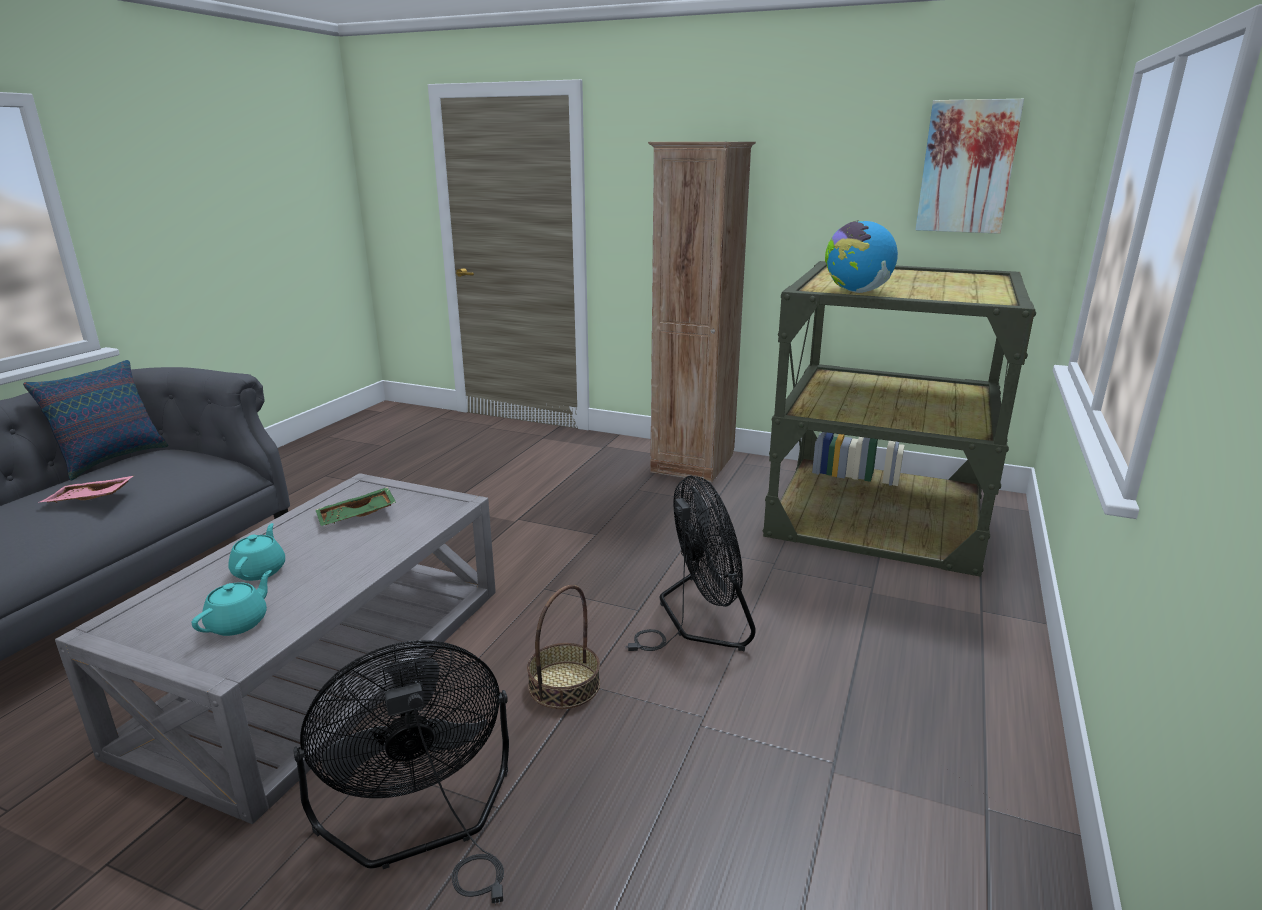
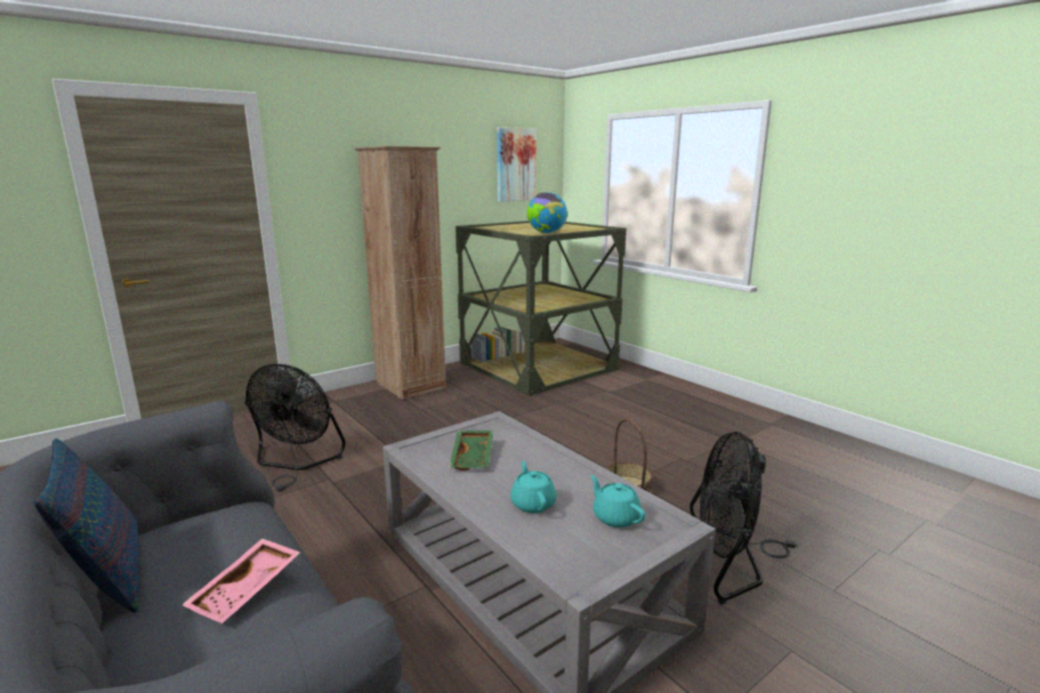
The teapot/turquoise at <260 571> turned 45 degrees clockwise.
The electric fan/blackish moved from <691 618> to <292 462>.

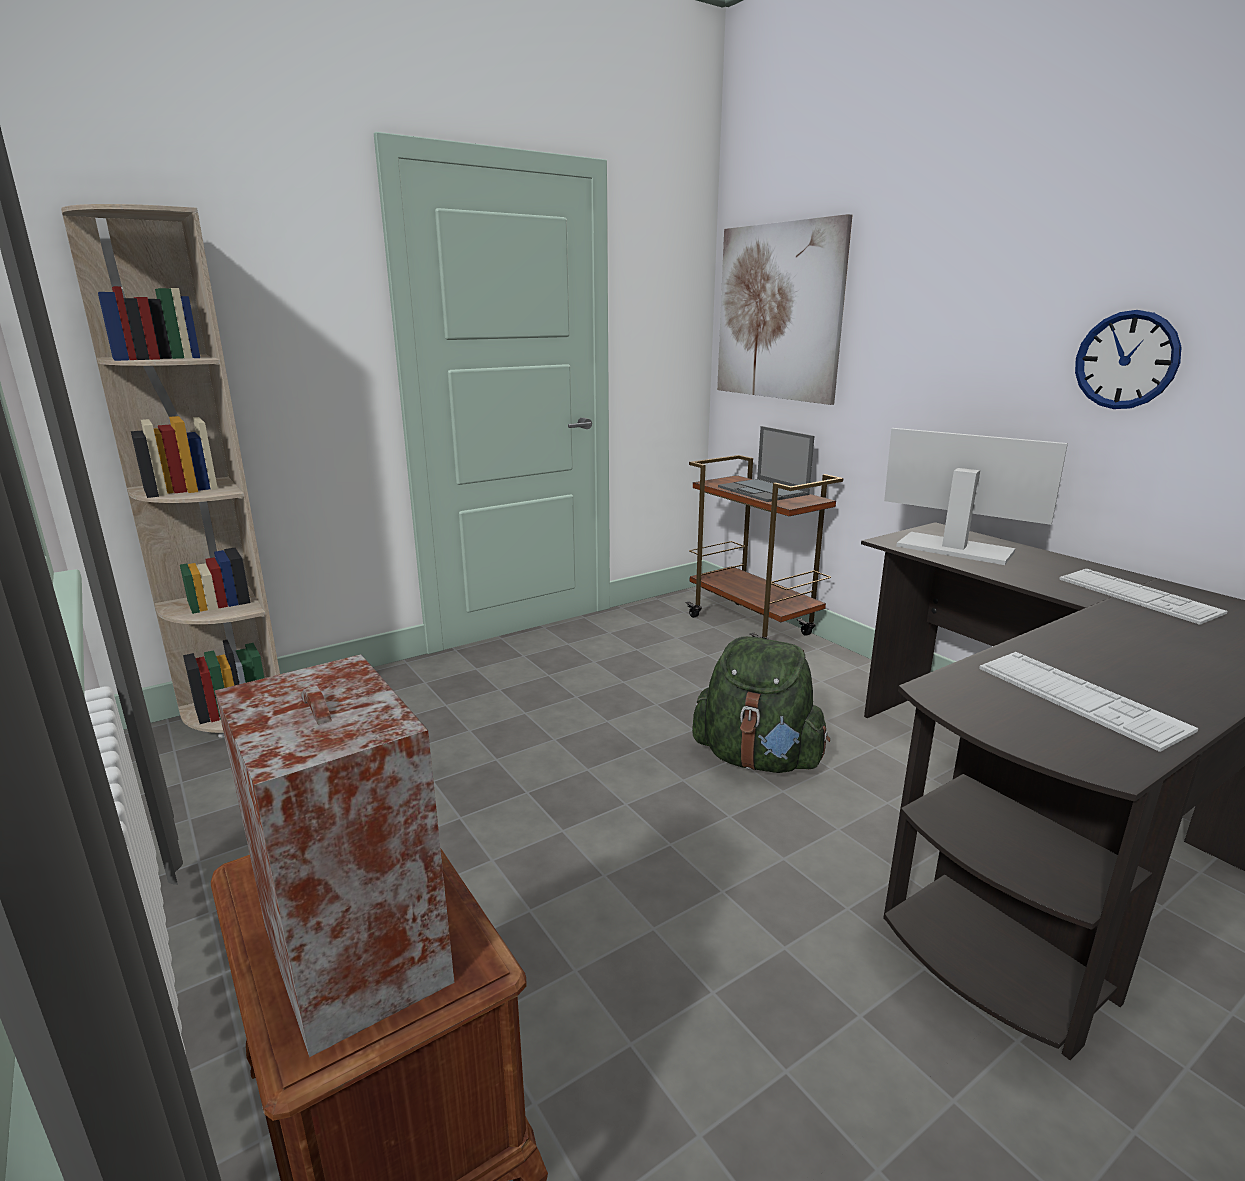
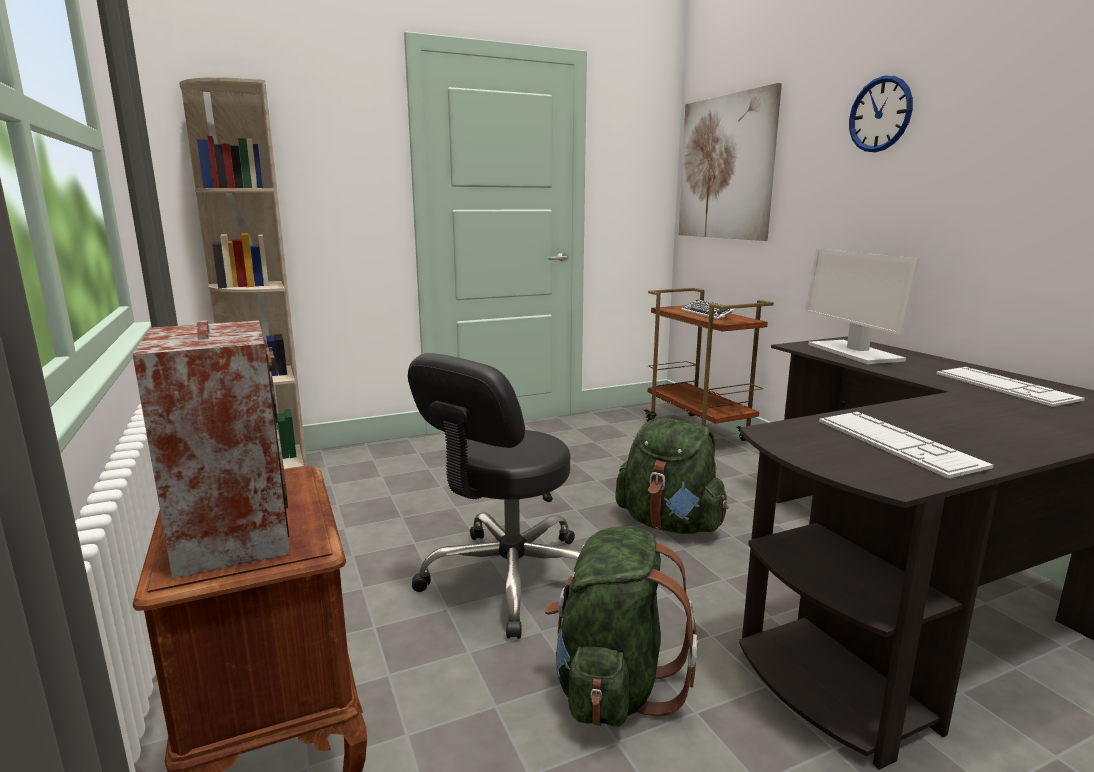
The laptop at <763 491> was replaced by the keyboard at <707 314>.
The computer screen at <956 549> turned 150 degrees counterclockwise.
The wall clock moved from <1126 360> to <880 114>.
The desk chair/blackish at <507 582> appeared.
The backpack/green at <613 686> appeared.

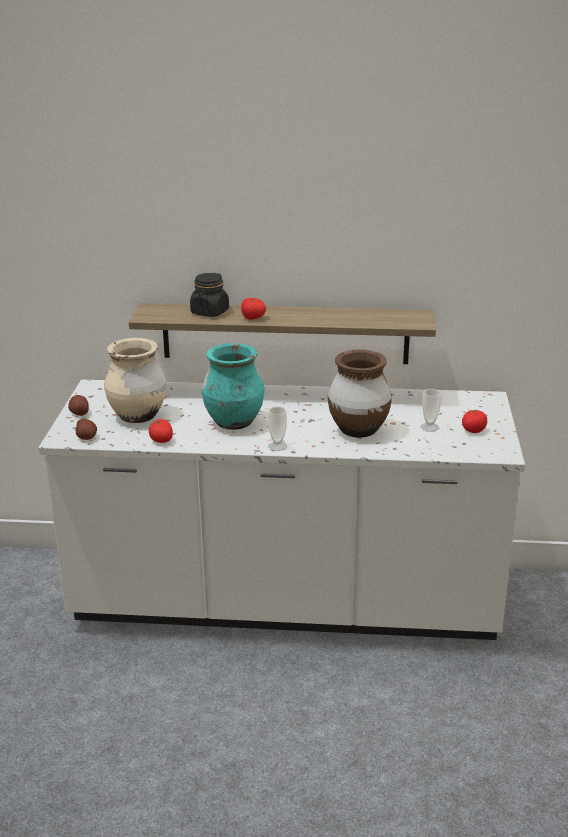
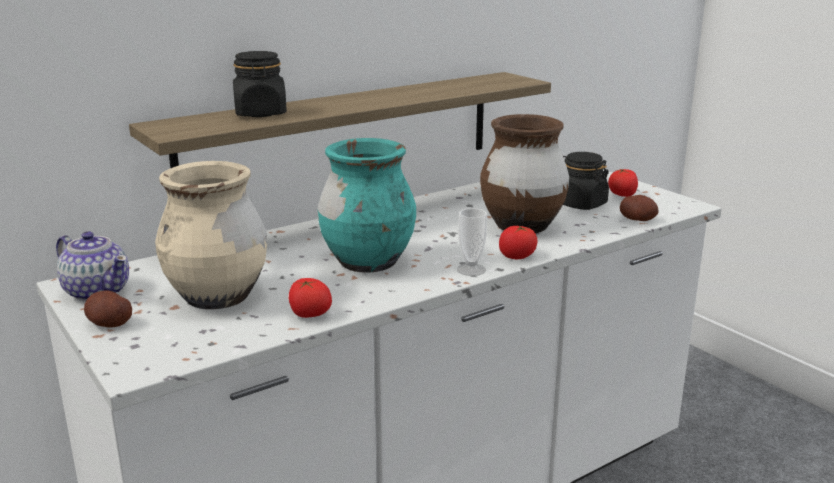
The whole potato moved from <86 437> to <637 219>.
The tomato moved from <253 318> to <517 256>.
The drinking cup at <429 427> was replaced by the jar/blackish at <580 204>.
The teapot at <97 291> appeared.

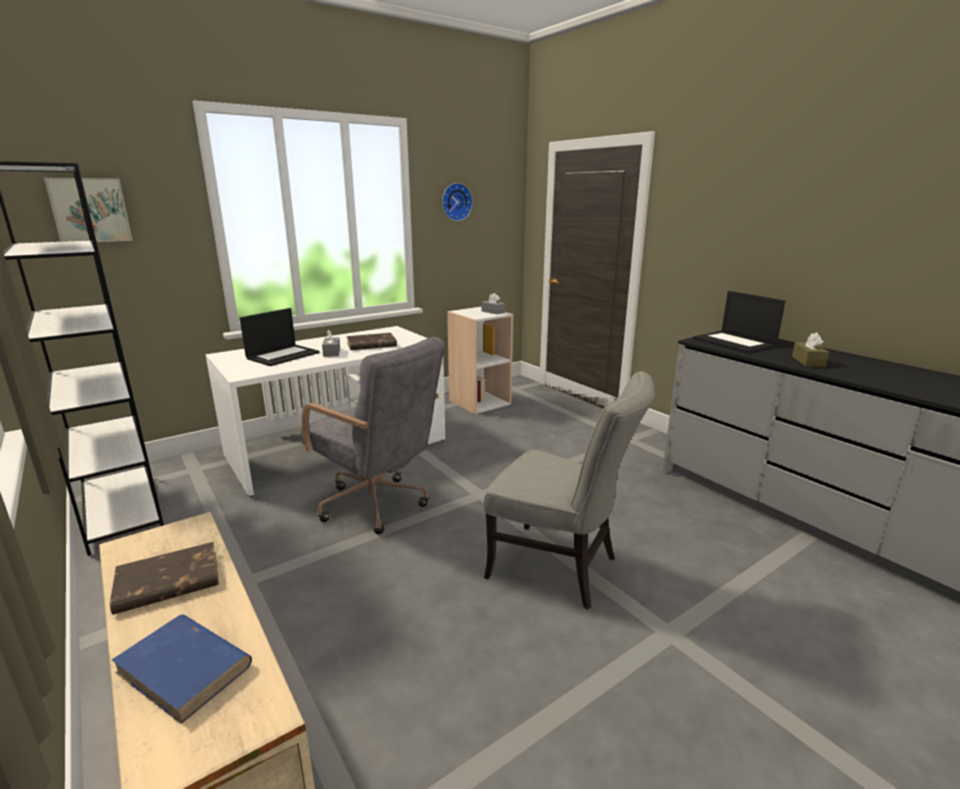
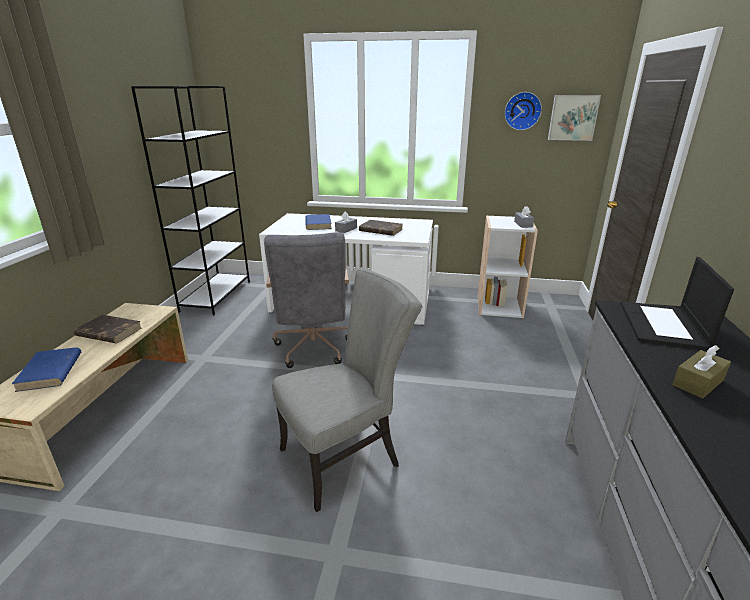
The picture moved from <90 210> to <572 117>.
The laptop at <283 355> was replaced by the book/blue at <318 224>.
The upright chair/grey at <560 568> turned 105 degrees counterclockwise.

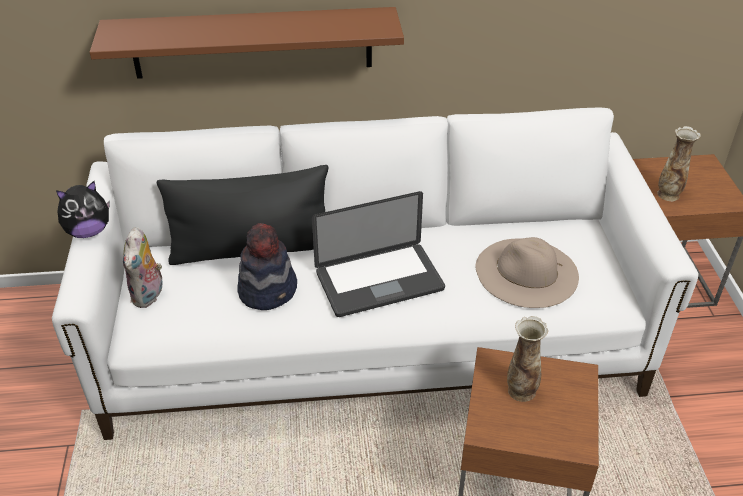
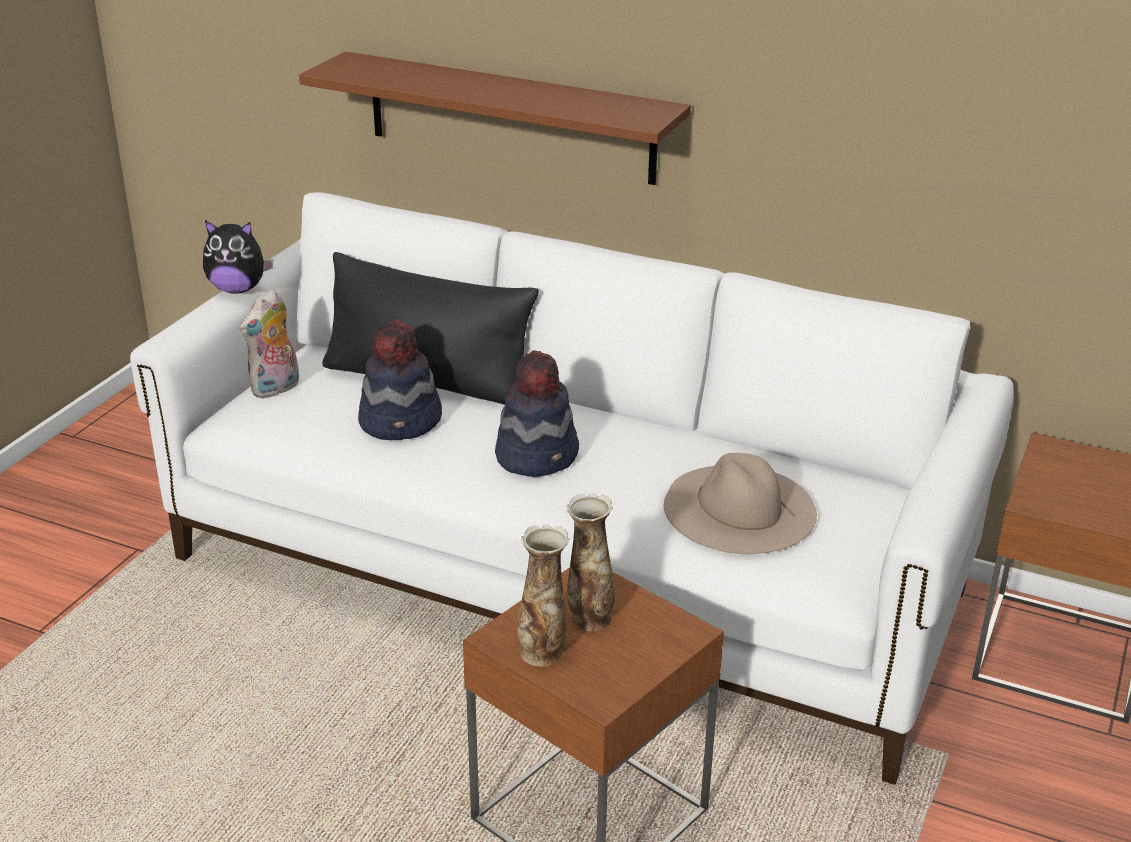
The laptop at <379 281> was replaced by the wearable hat at <538 455>.
The flower vase moved from <668 194> to <542 652>.

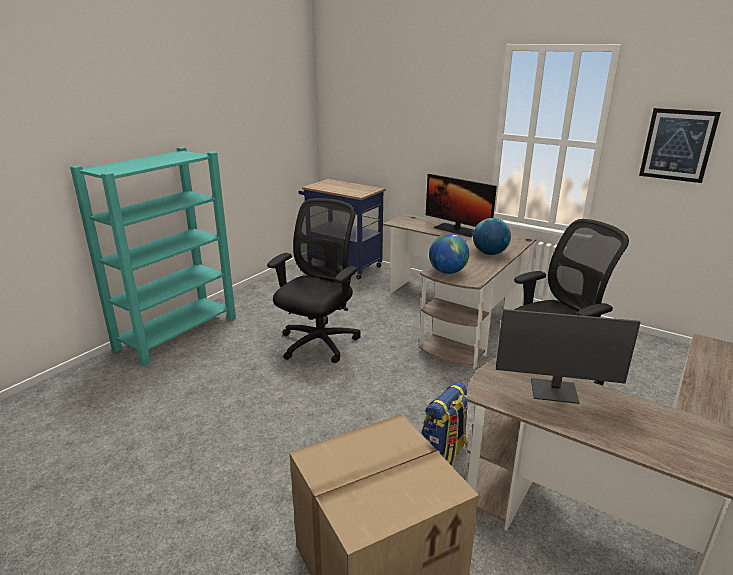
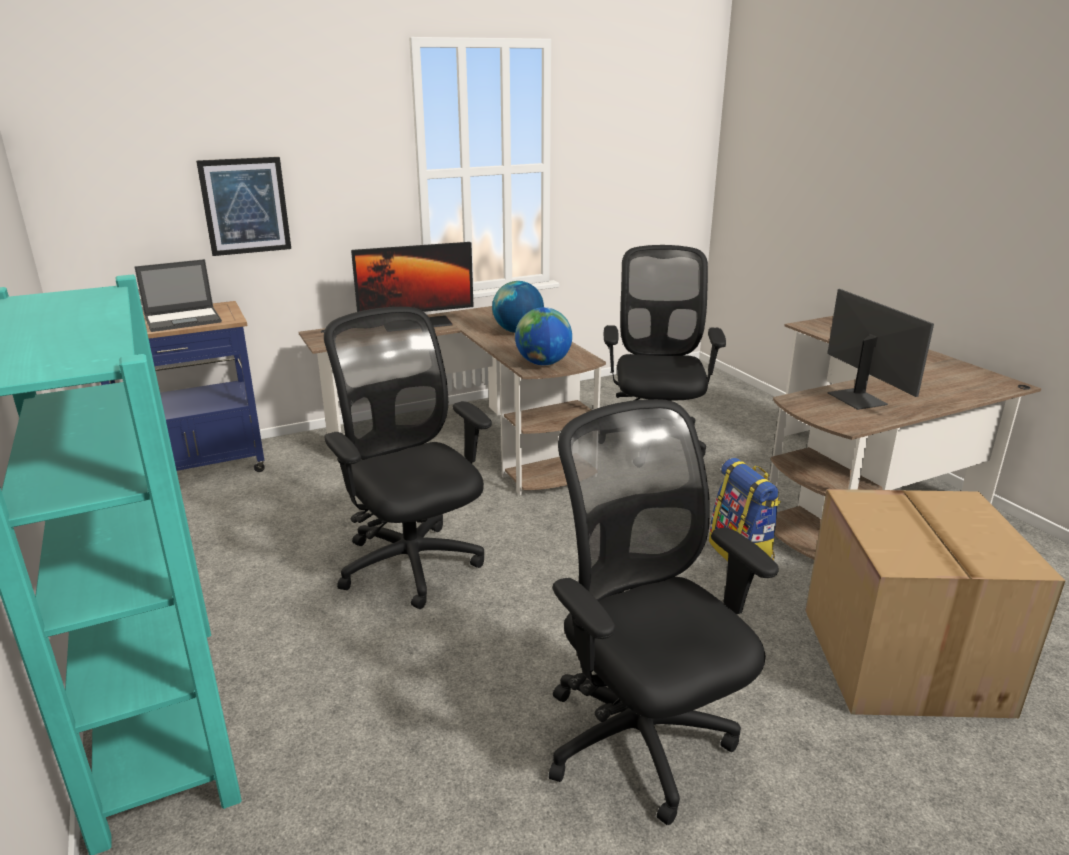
The computer screen at <554 392> turned 60 degrees counterclockwise.
The picture moved from <678 145> to <245 206>.
The laptop at <184 320> appeared.
The desk chair/blackish at <646 746> appeared.

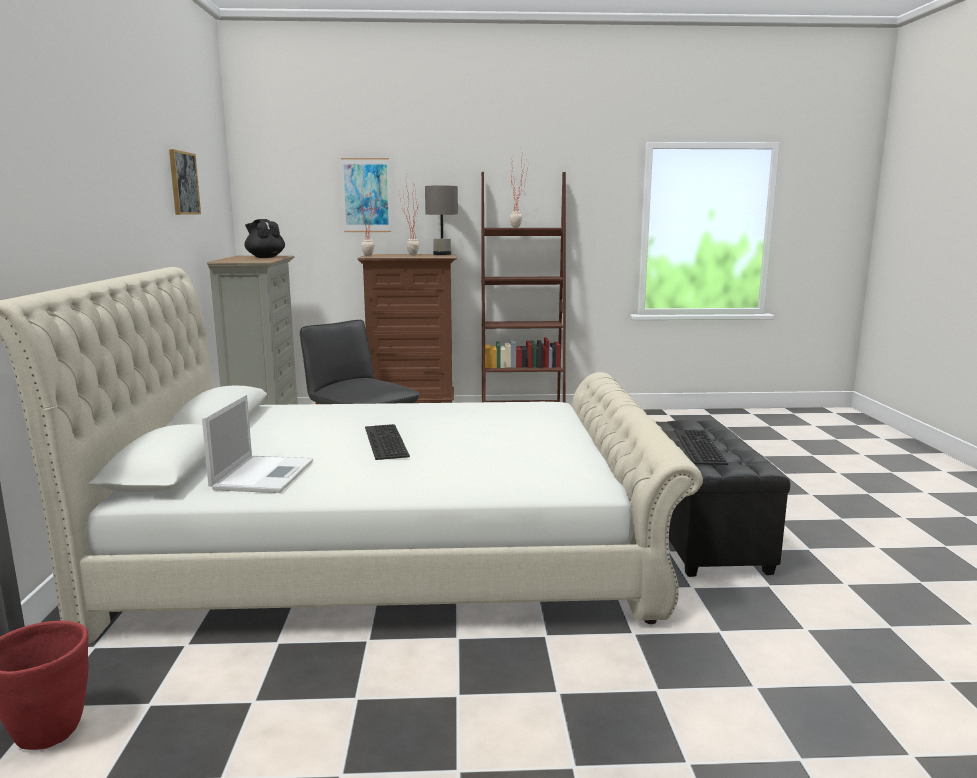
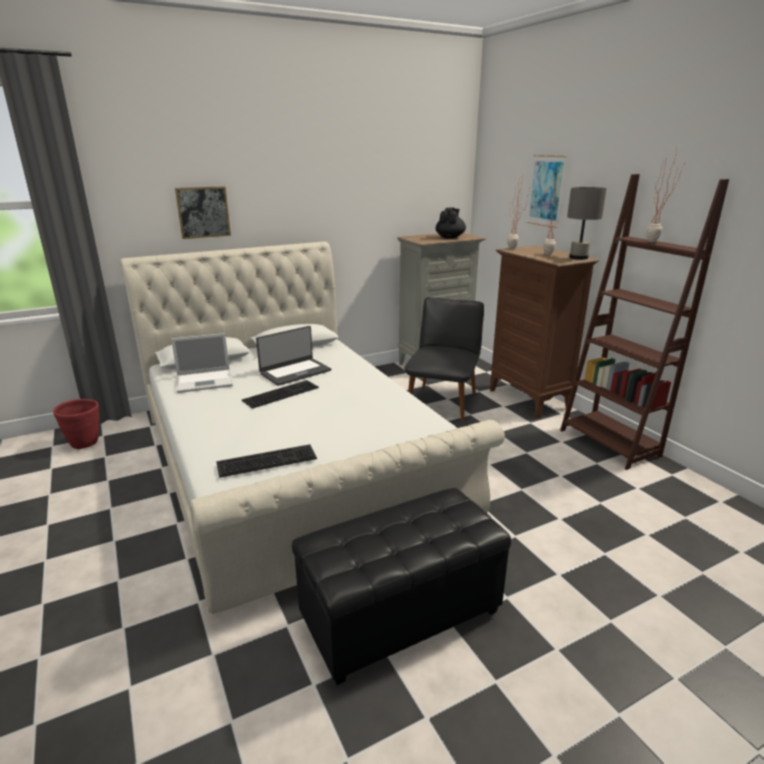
The picture moved from <183 183> to <203 212>.
The keyboard moved from <697 446> to <267 459>.
The laptop at <295 372> appeared.

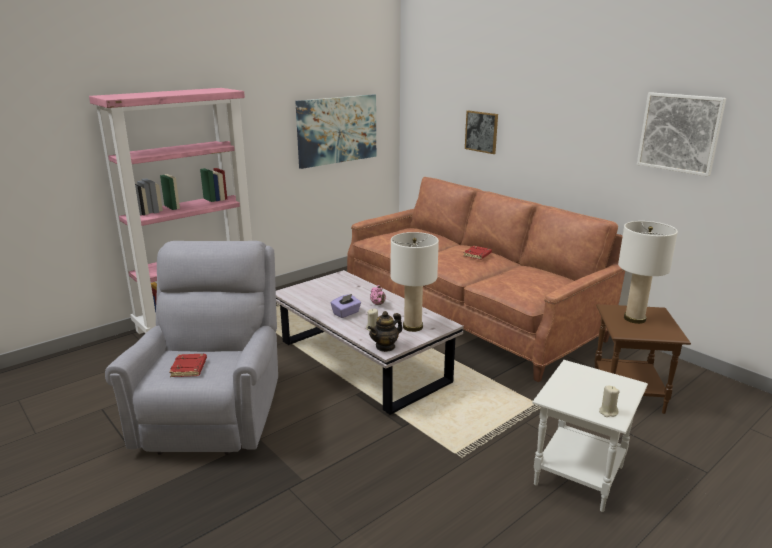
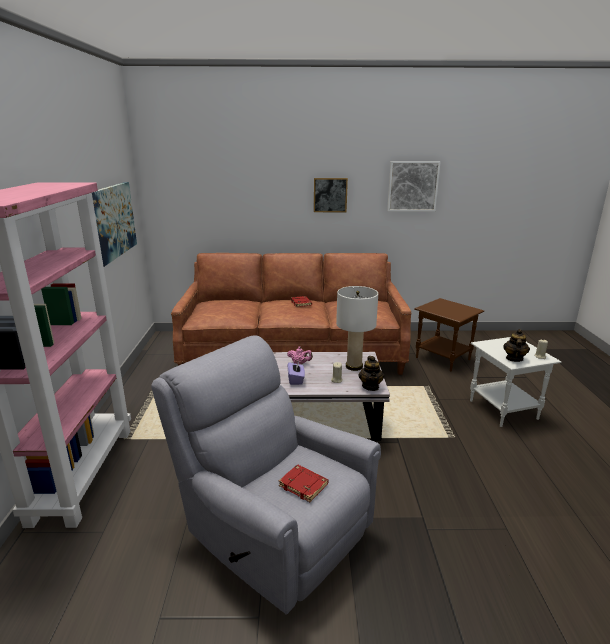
The picture moved from <481 131> to <330 195>.
The tabletop lamp/white at <634 319> disappeared.
The teapot at <514 358> appeared.

